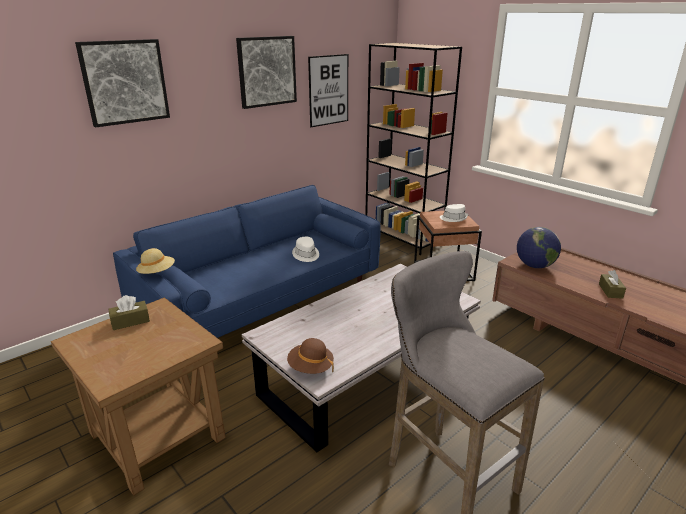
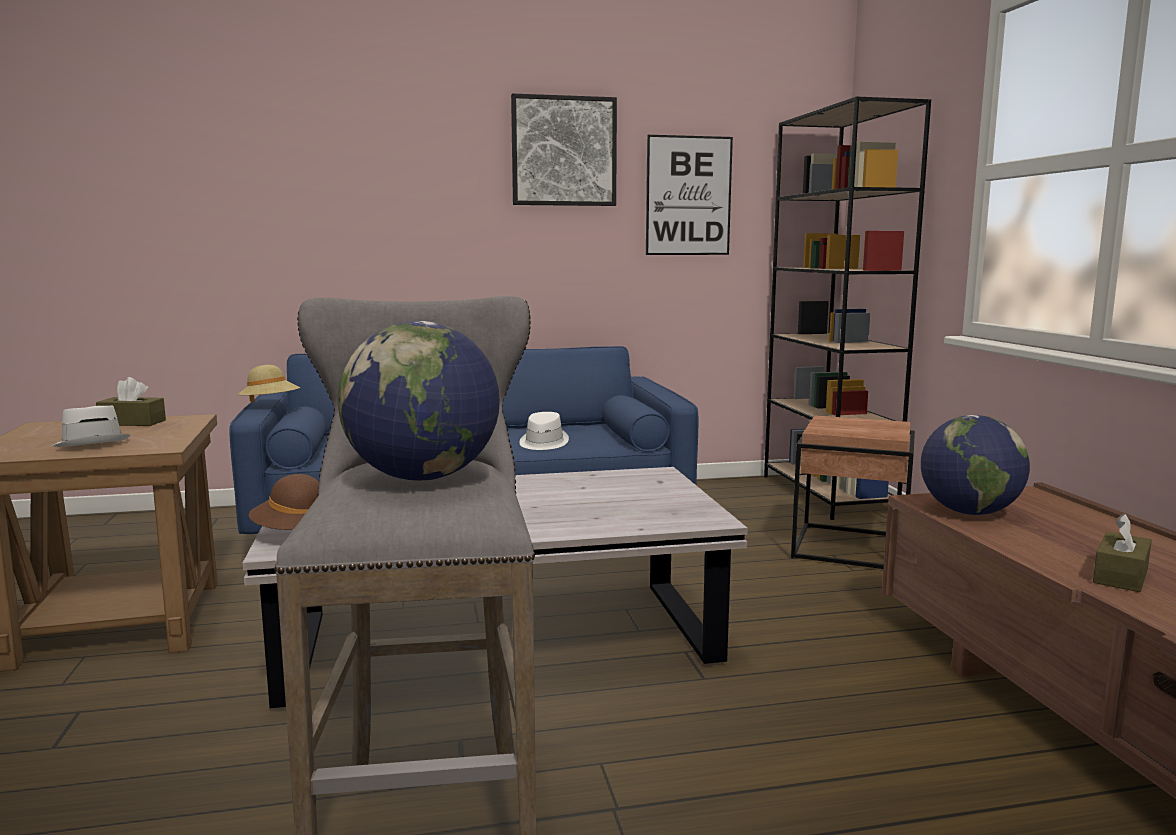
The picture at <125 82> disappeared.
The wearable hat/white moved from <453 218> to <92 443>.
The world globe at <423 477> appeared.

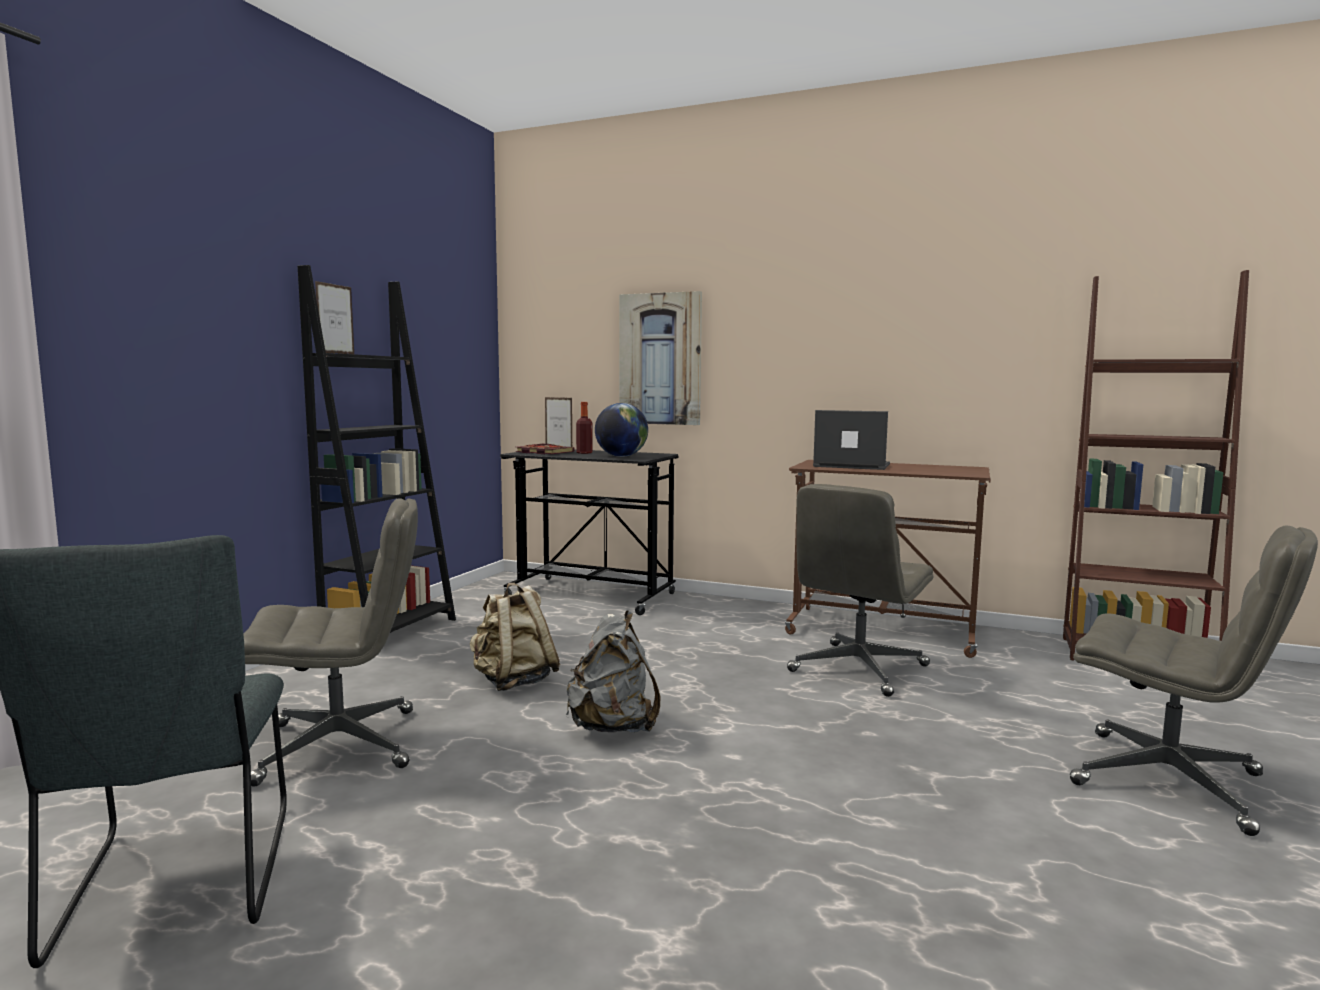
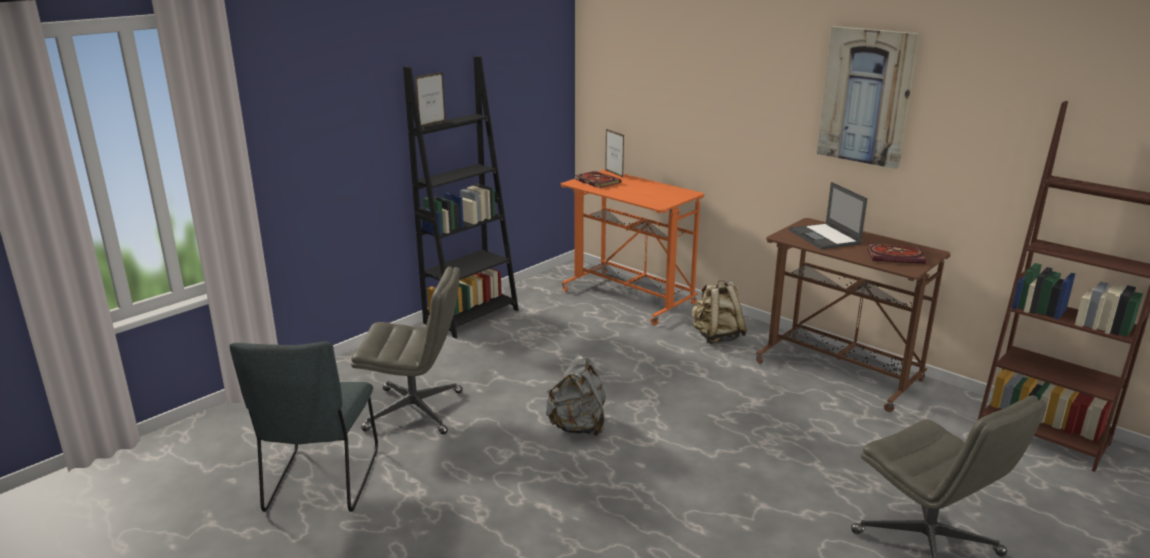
The backpack/beige-coloured moved from <513 681> to <716 337>.
The desk table/blackish at <591 595> became the desk table/orange at <628 297>.
The beverage bottle at <584 453> disappeared.
The world globe at <621 456> disappeared.
The picture moved from <660 359> to <866 96>.
The desk chair/grey at <858 669> disappeared.
The laptop at <850 465> turned 150 degrees counterclockwise.
The book at <896 256> appeared.

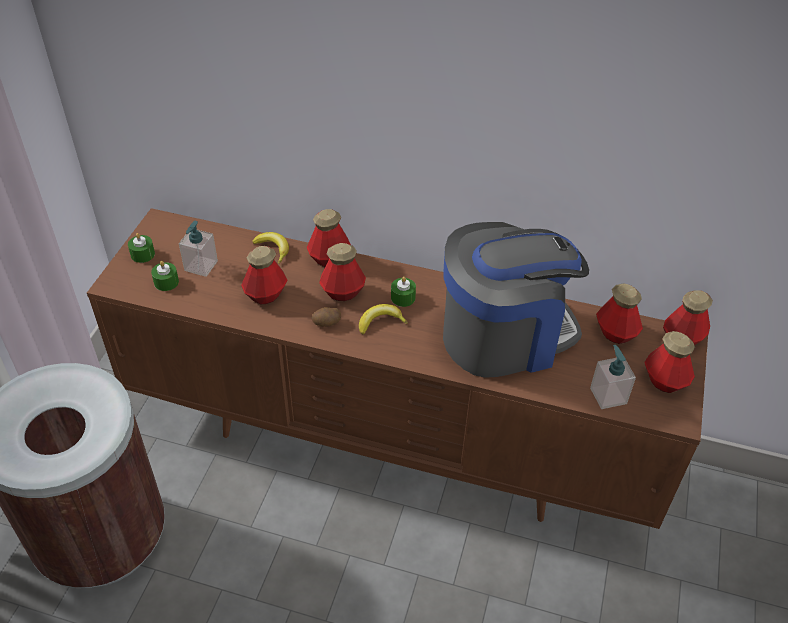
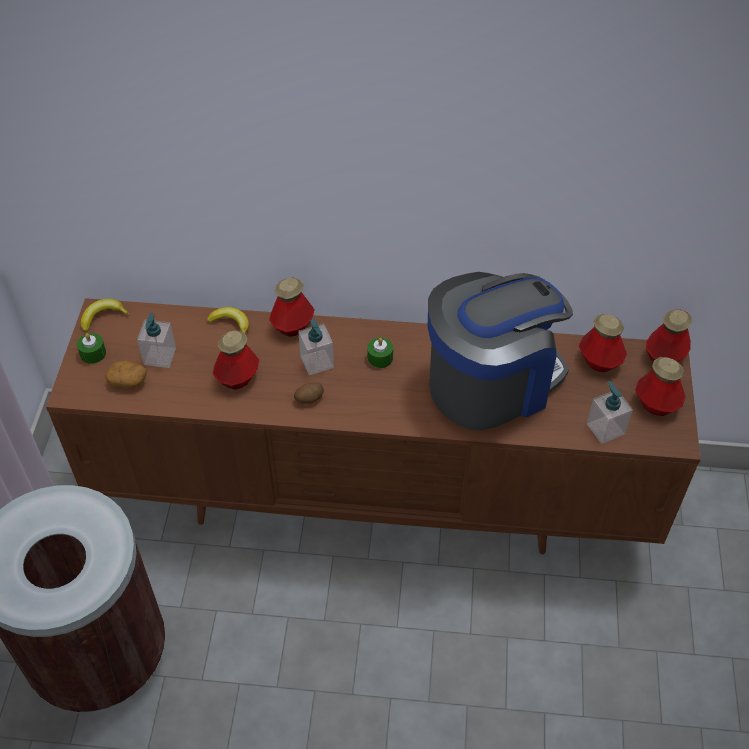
The wax candle/green at <166 282> was replaced by the whole potato at <128 381>.
The beverage bottle at <343 292> was replaced by the liquid soap bottle at <317 362>.
The banana moved from <380 322> to <103 317>.

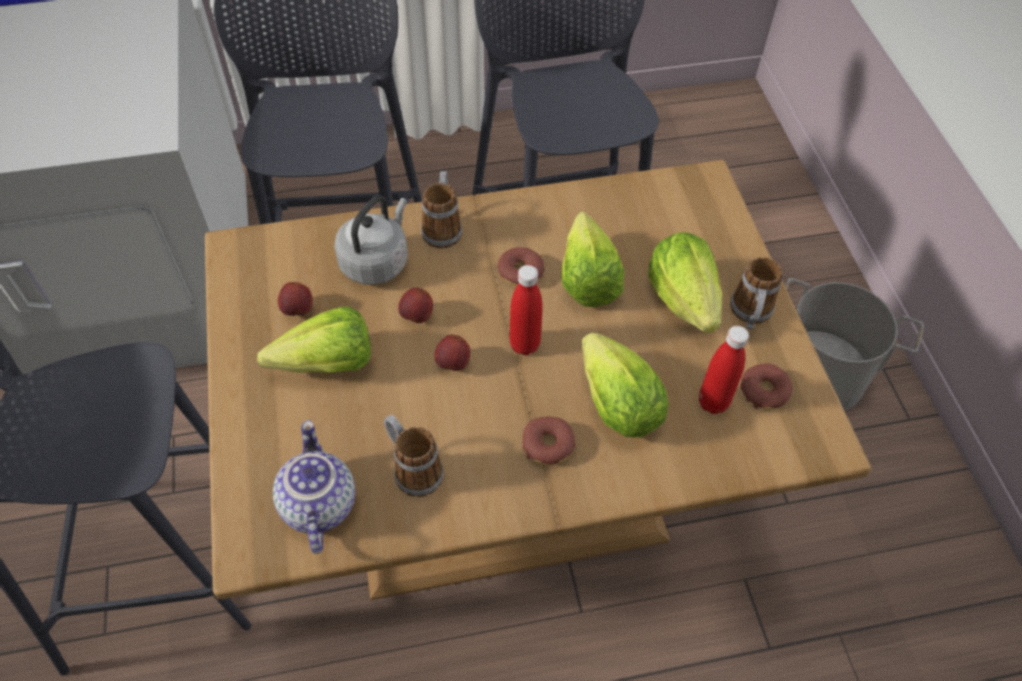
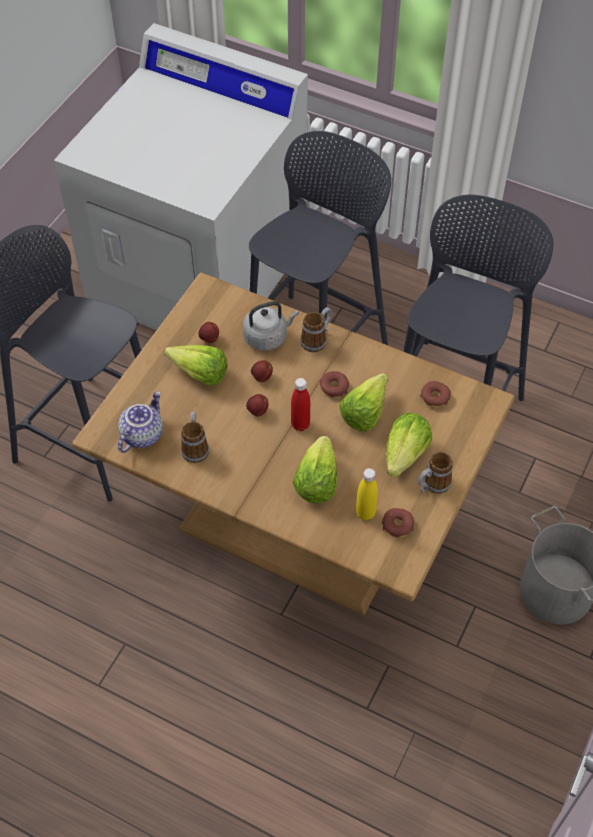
The donut moved from <548 445> to <435 397>.
The beverage bottle/red-coloured at <713 402> became the beverage bottle/yellowish at <365 513>.

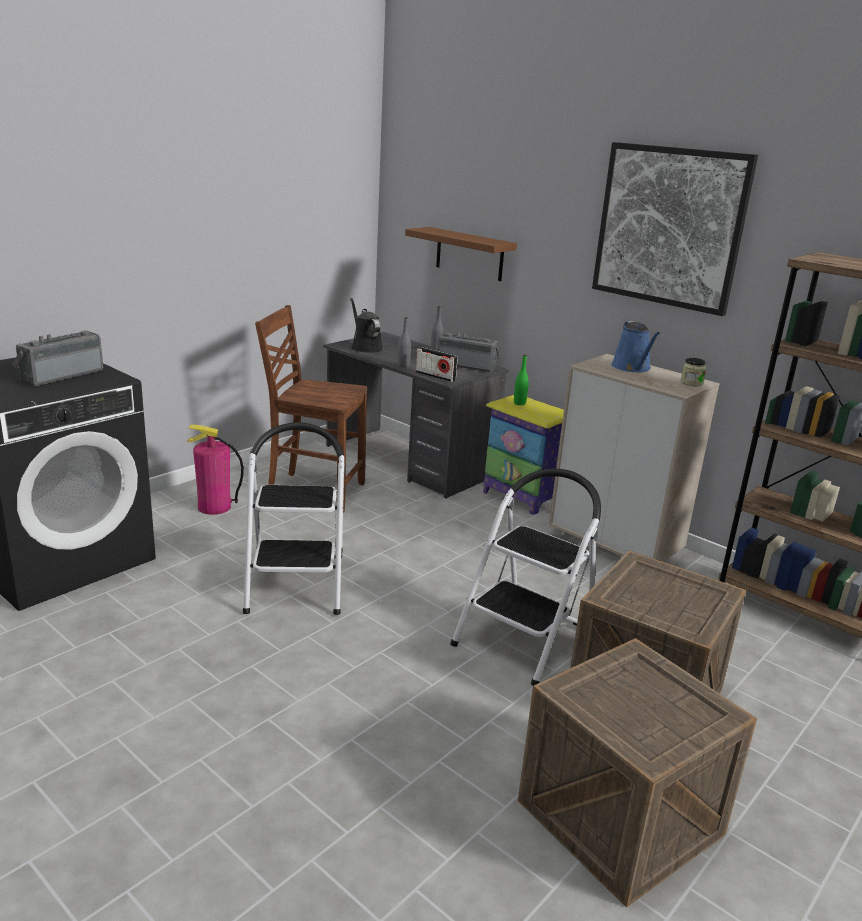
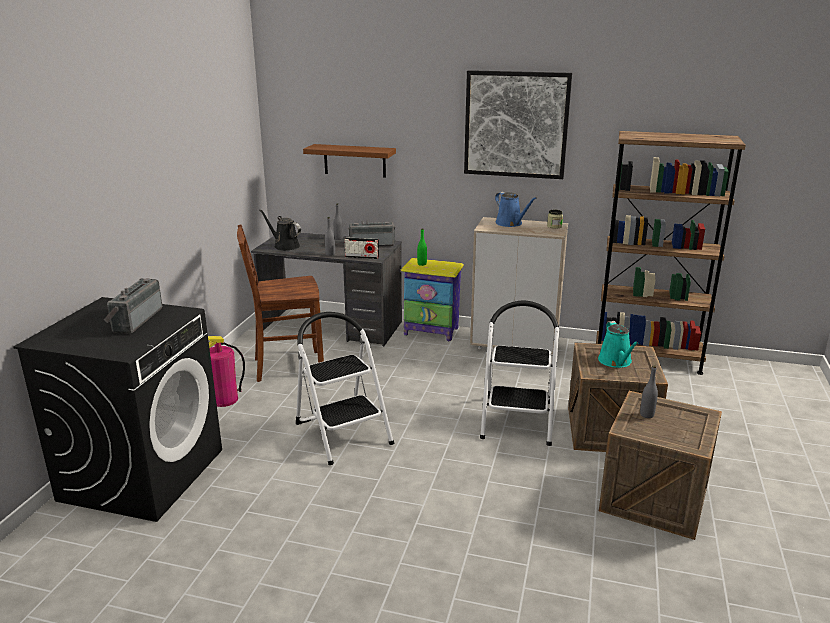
The sprinkling can/turquoise at <616 362> appeared.
The beverage bottle/grey at <647 415> appeared.

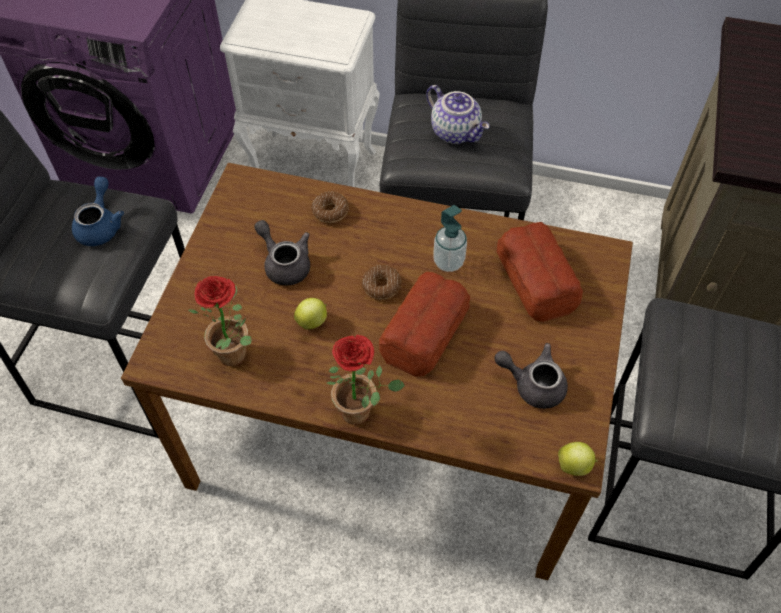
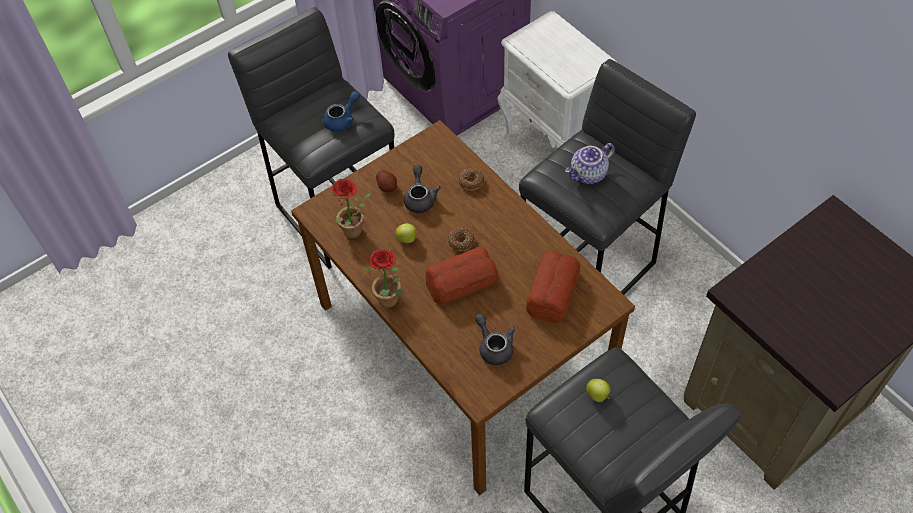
The teapot at <456 132> turned 60 degrees clockwise.
The liquid soap bottle at <448 262> disappeared.
The apple moved from <574 465> to <598 395>.
The whole potato at <387 186> appeared.

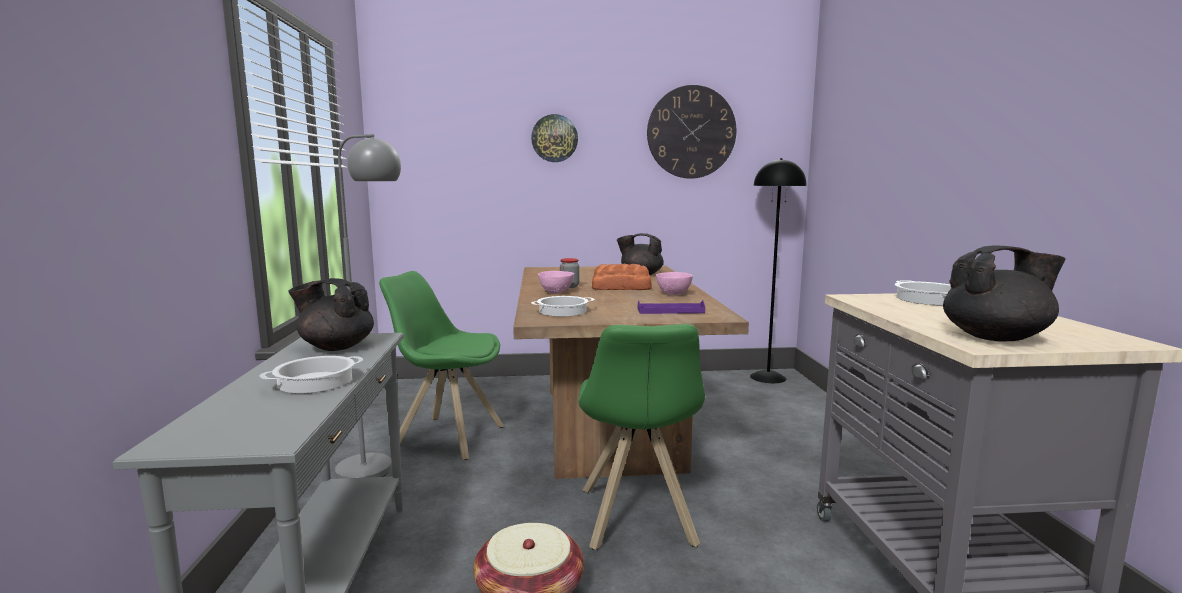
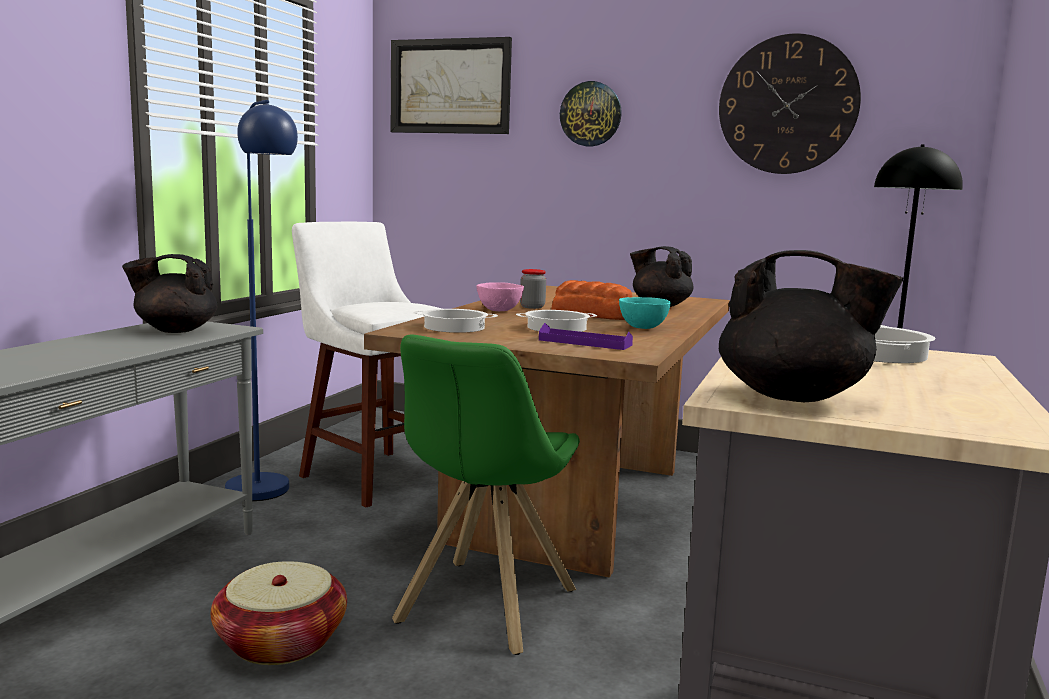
The cooking pot moved from <316 381> to <557 328>.
The teapot/blackish at <336 347> turned 45 degrees counterclockwise.
The standing lamp/grey at <376 474> became the standing lamp/blue at <265 496>.
The upright chair/green at <448 436> was replaced by the stool/white at <374 476>.
The bowl/pinkish at <674 294> became the bowl/turquoise at <643 328>.
The picture at <450 86> appeared.

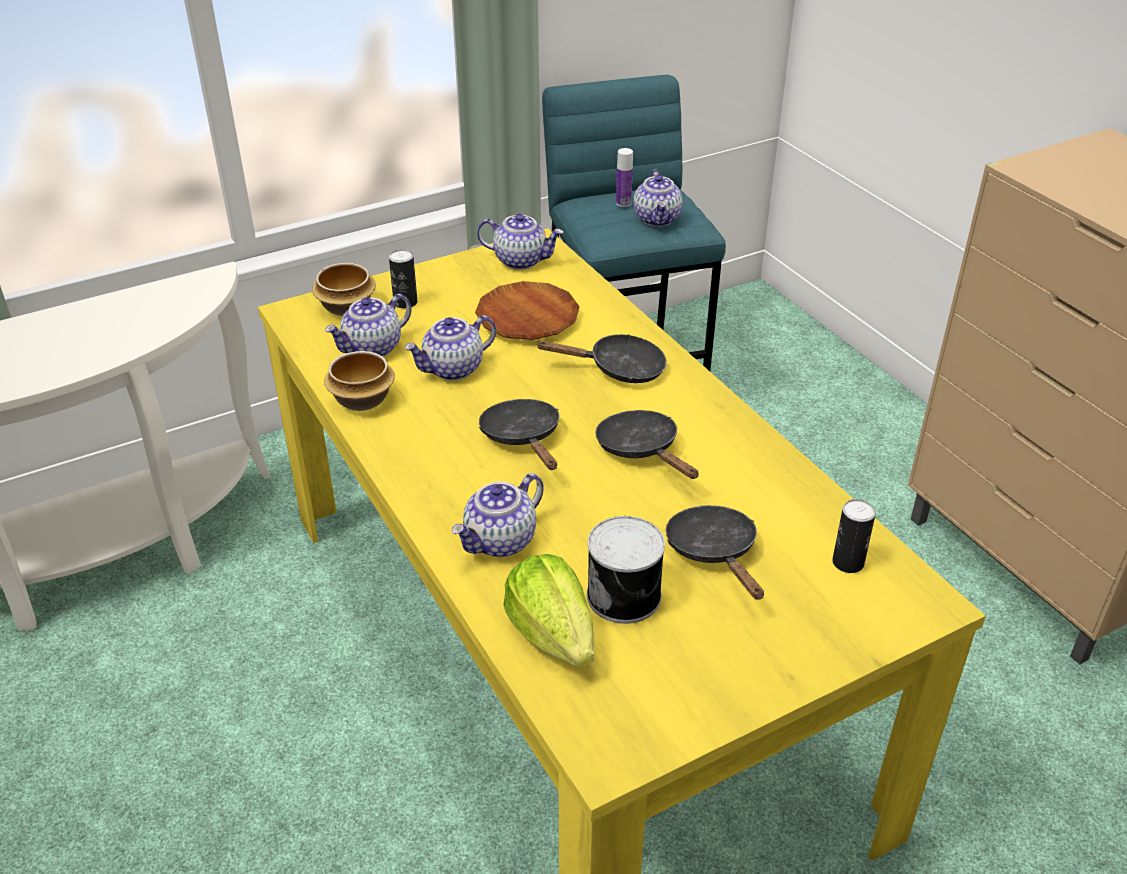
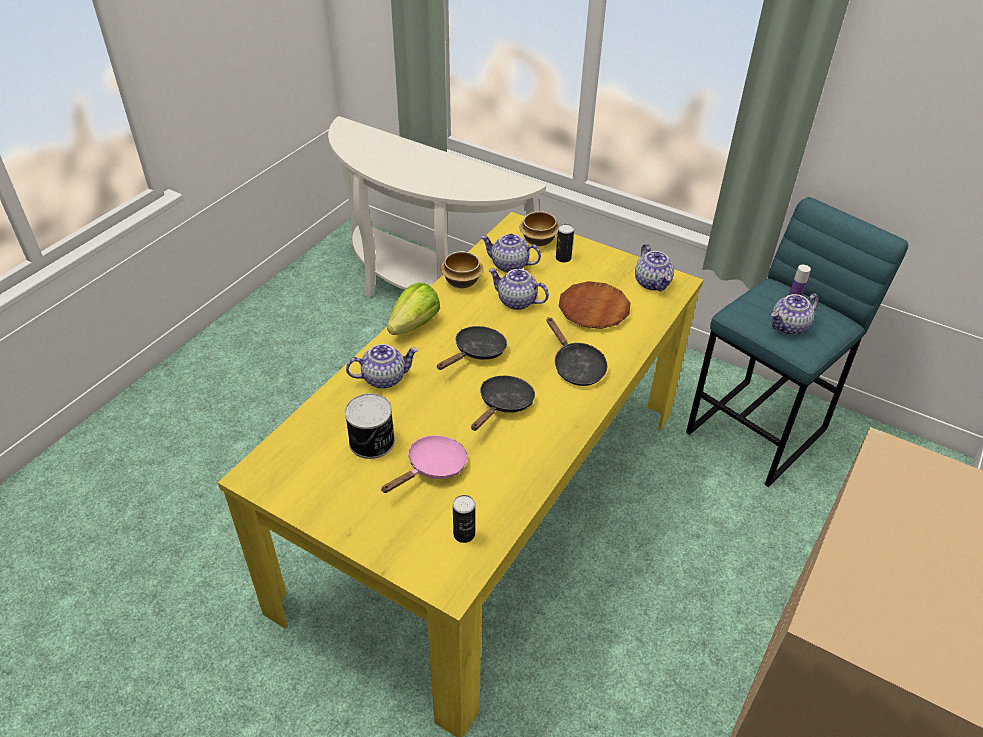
The teapot at <500 541> turned 150 degrees clockwise.
The lettuce head moved from <553 635> to <414 325>.
The frying pan/blackish at <714 552> became the frying pan/pinkish at <432 468>.

